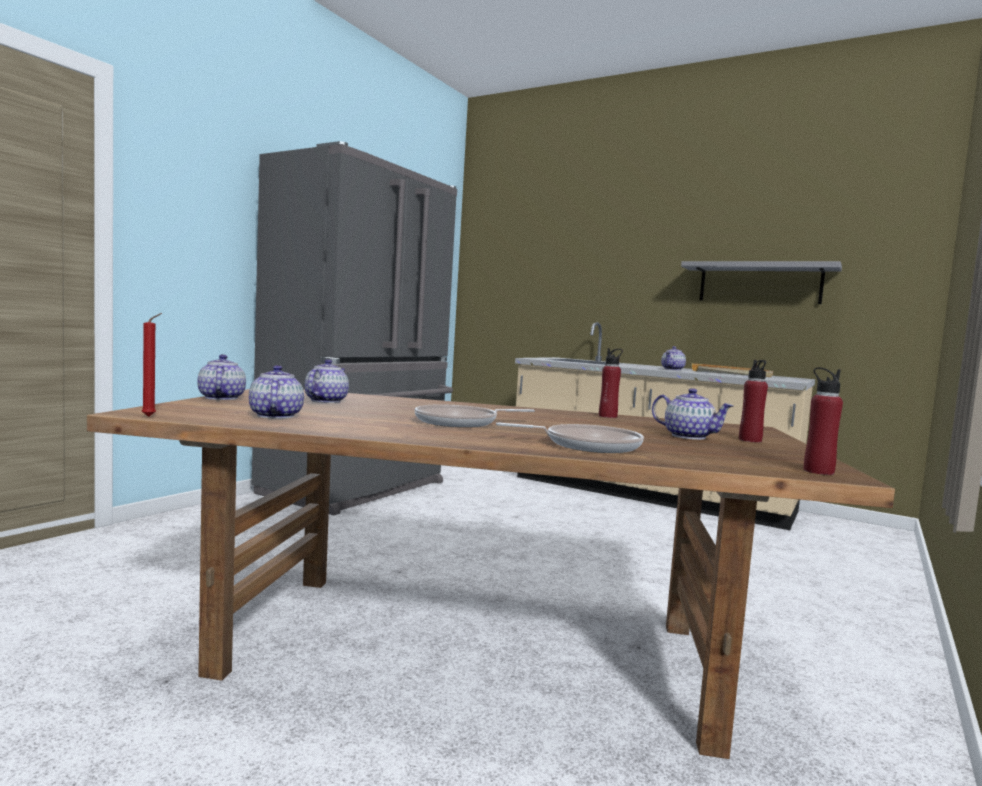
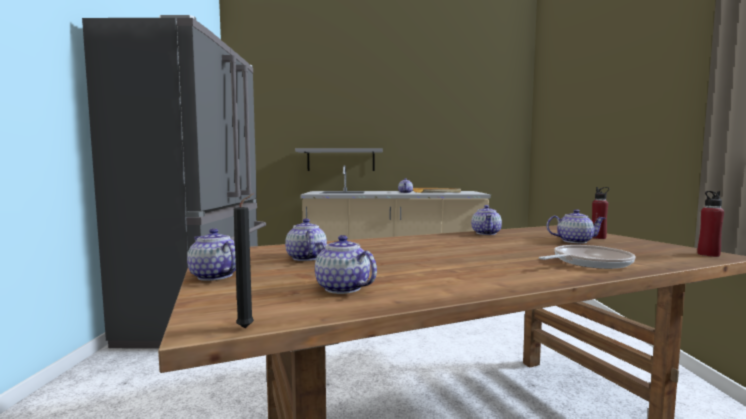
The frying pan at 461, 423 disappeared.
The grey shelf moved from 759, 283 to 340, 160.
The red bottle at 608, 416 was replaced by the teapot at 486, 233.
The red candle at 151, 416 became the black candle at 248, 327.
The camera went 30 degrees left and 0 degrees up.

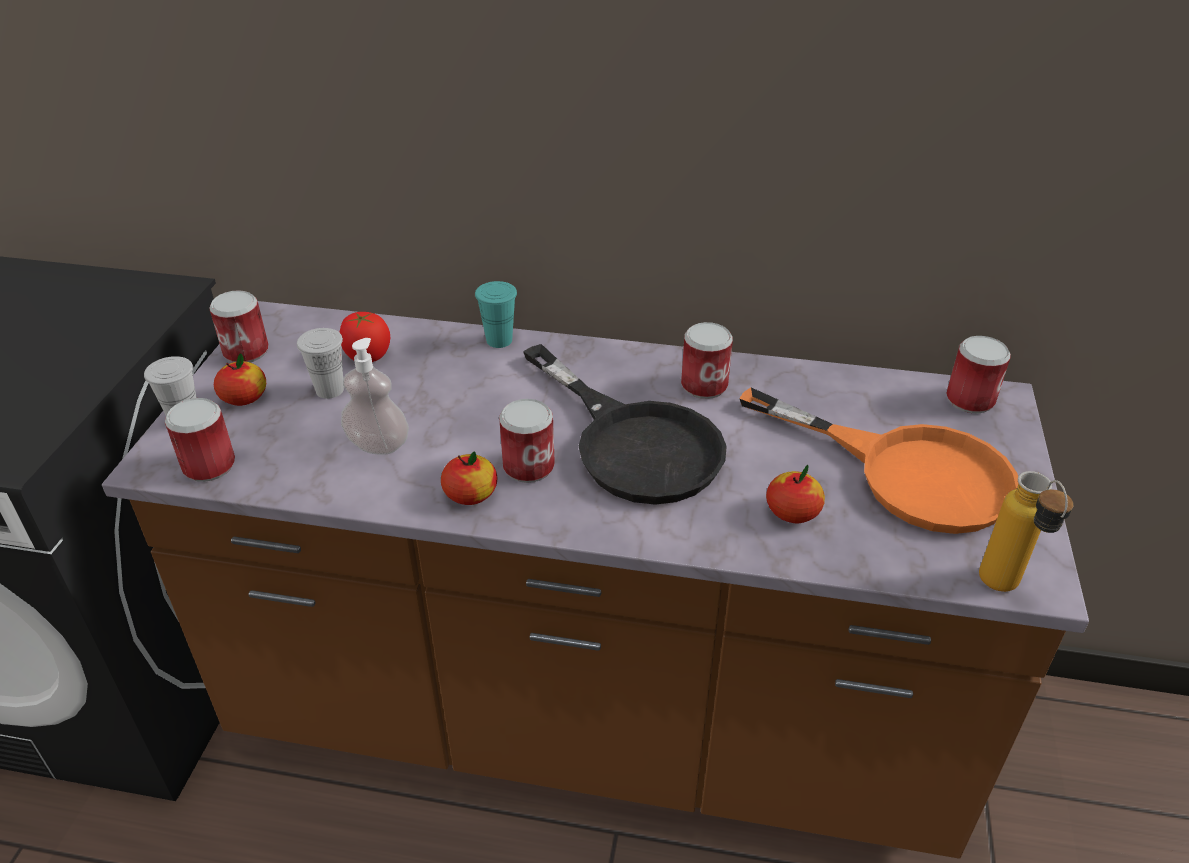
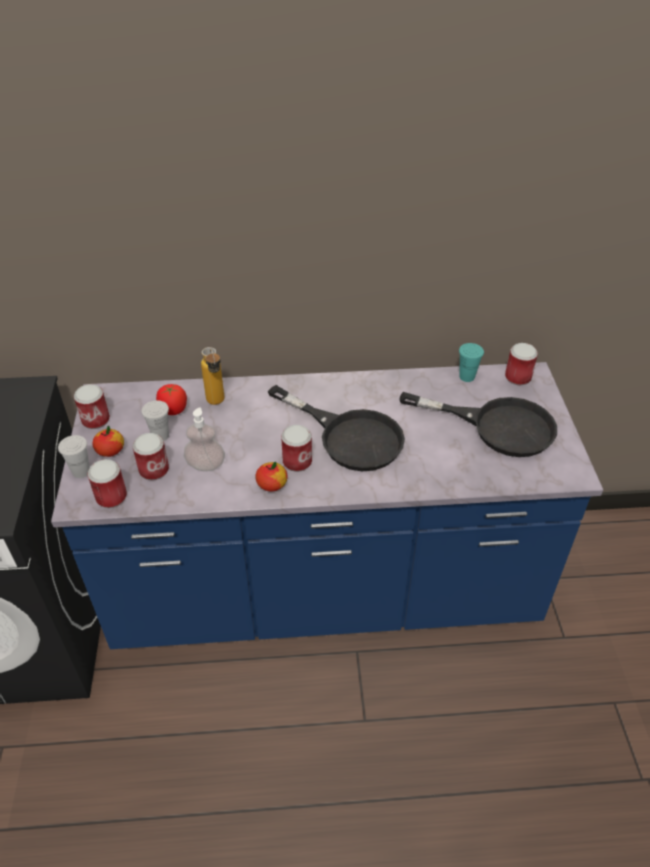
The apple at 792, 512 disappeared.
The turquoise cup moved from 499, 340 to 467, 377.
The can moved from 704, 385 to 154, 470.
The bottle moved from 1005, 591 to 217, 404.
The brown counter at 594, 719 became the blue counter at 325, 591.
The orange frying pan at 907, 472 became the black frying pan at 497, 426.
The camera went 15 degrees left and 5 degrees up.

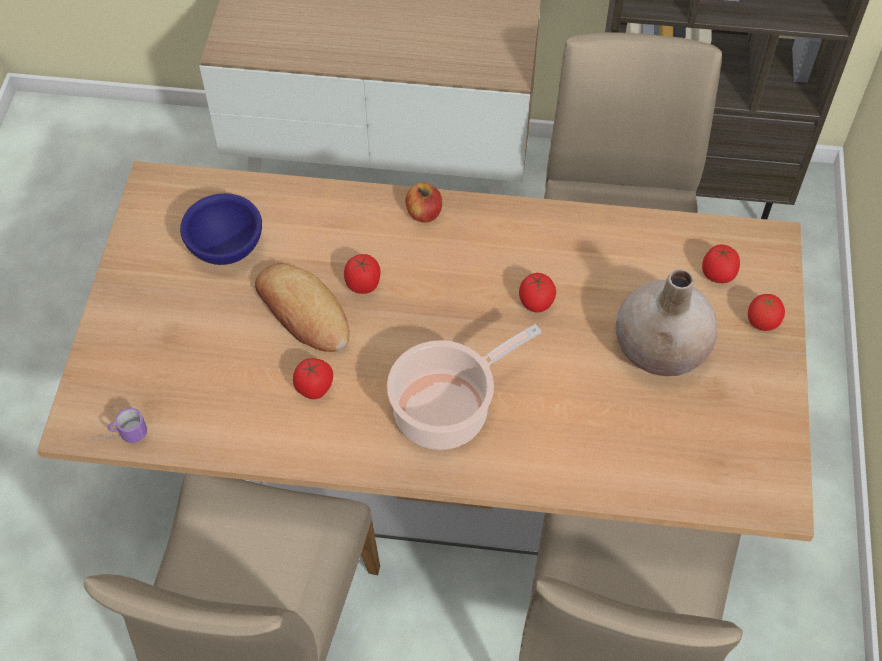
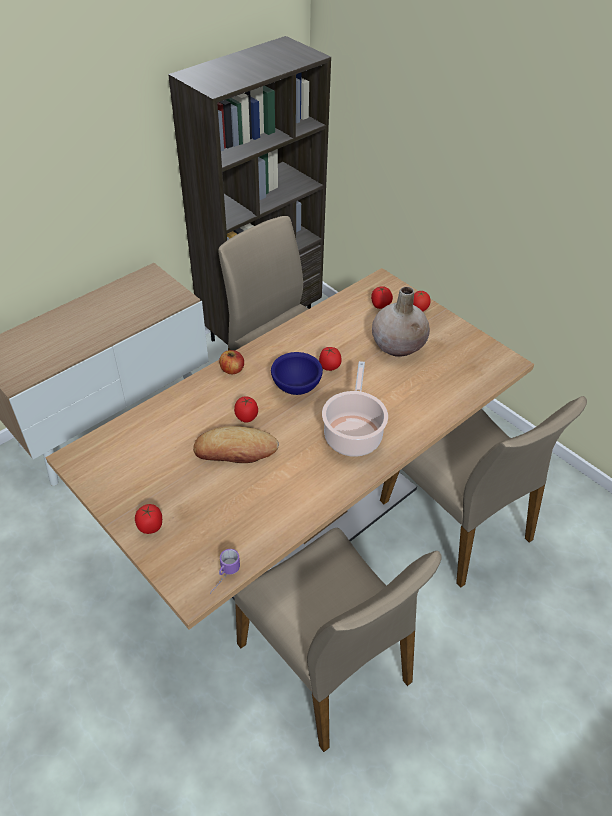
The blue bowl moved from 227, 247 to 296, 386.
The tomato moved from 315, 388 to 151, 526.
The camera went 50 degrees left and 10 degrees down.

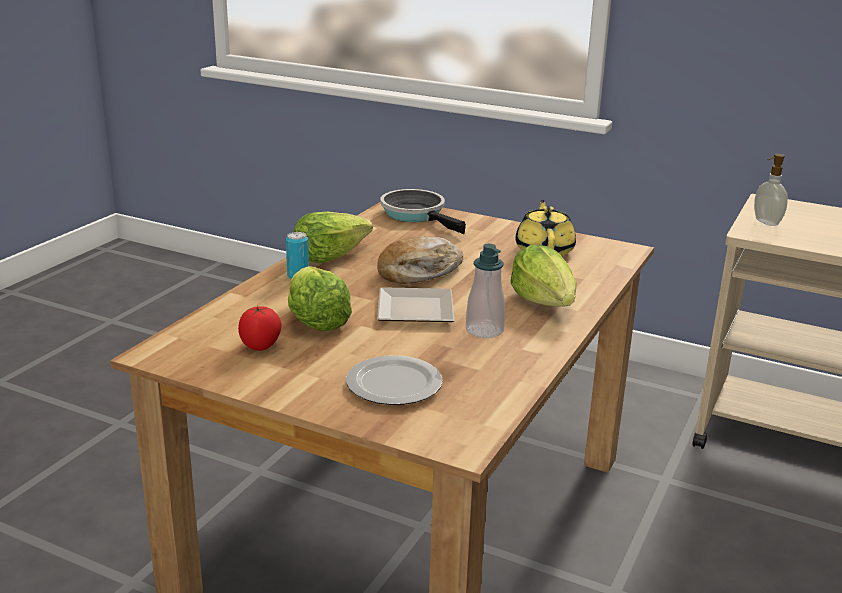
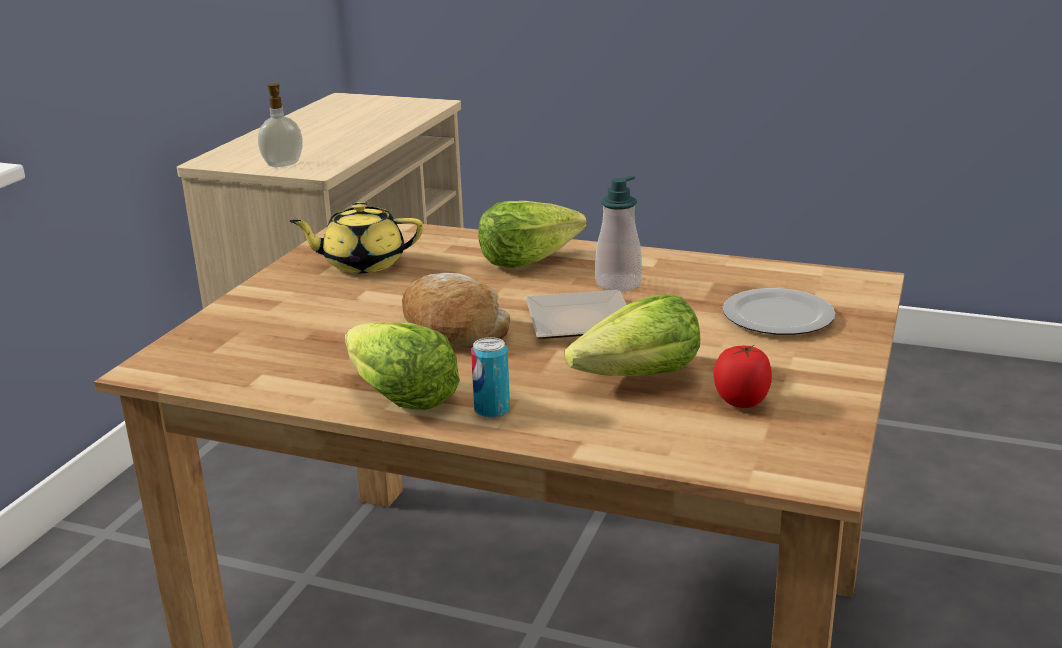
The frying pan at 417, 215 disappeared.
The camera went 95 degrees left and 0 degrees up.

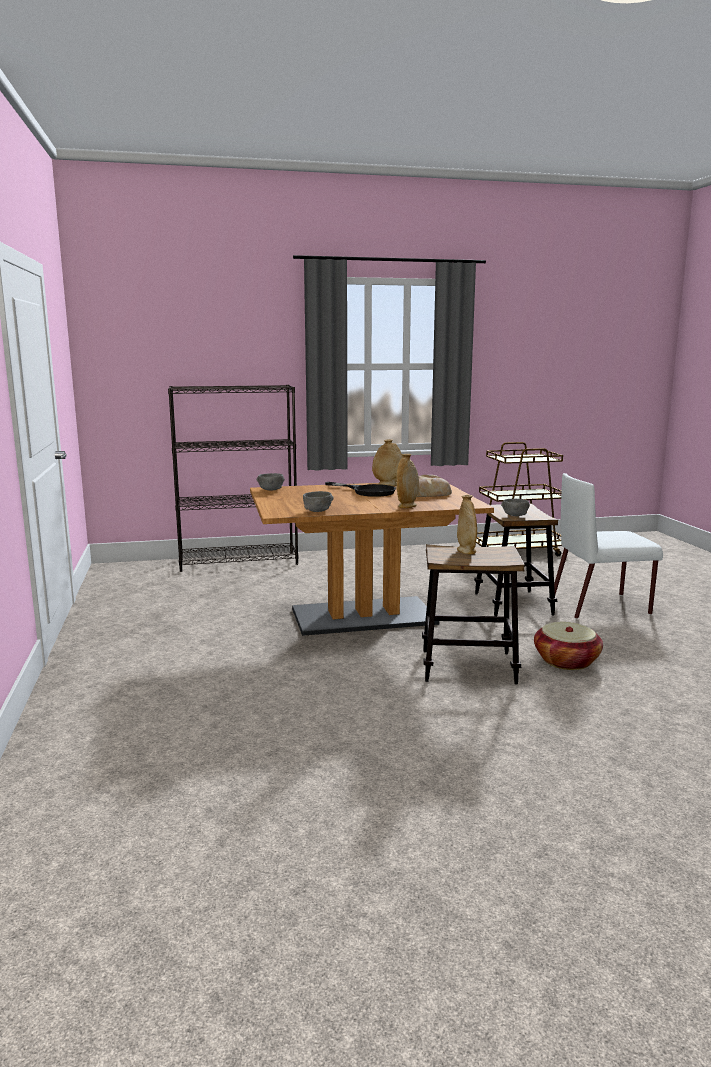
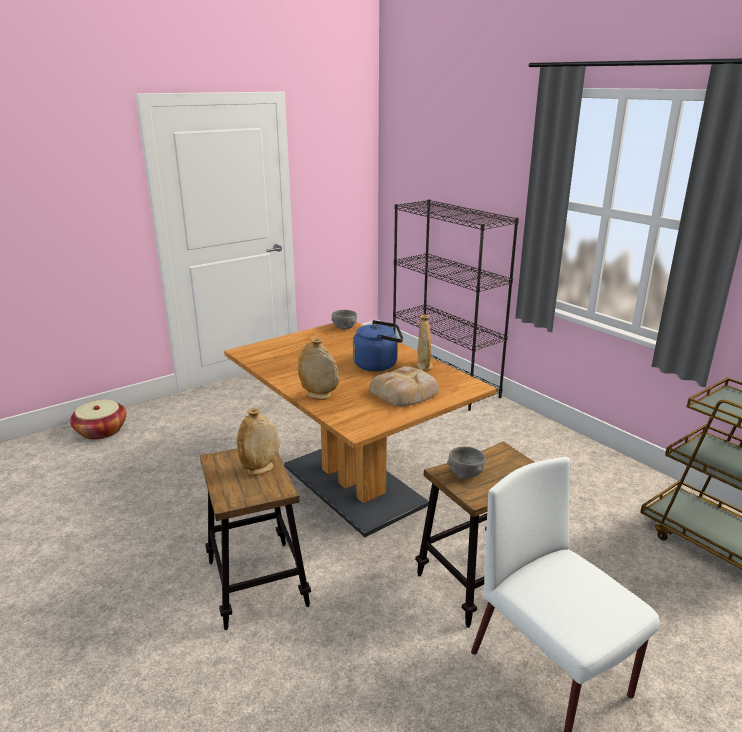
The grey bowl at 317, 511 disappeared.
The basket moved from 566, 661 to 101, 431.
The black frying pan at 367, 491 was replaced by the blue kettle at 378, 364.
The camera went 65 degrees right and 10 degrees up.

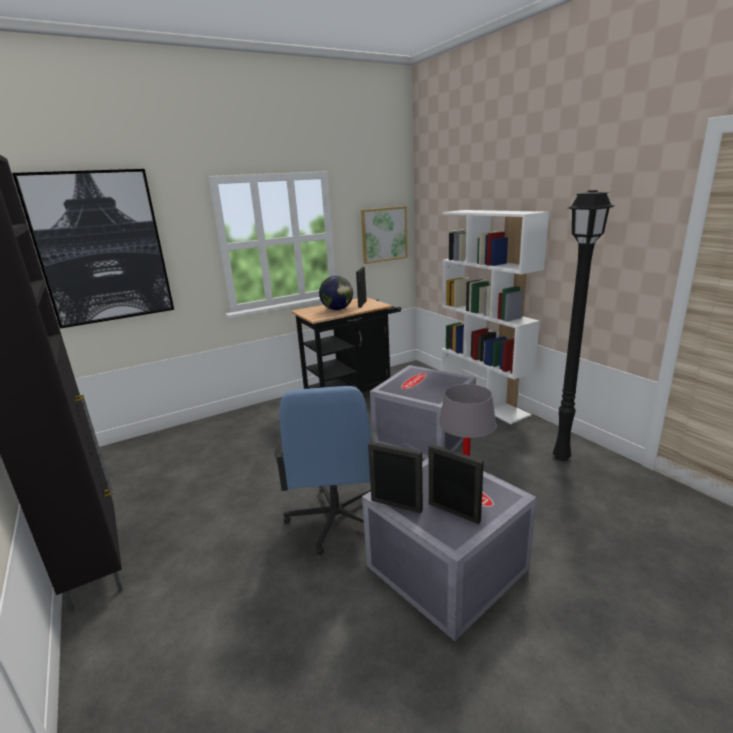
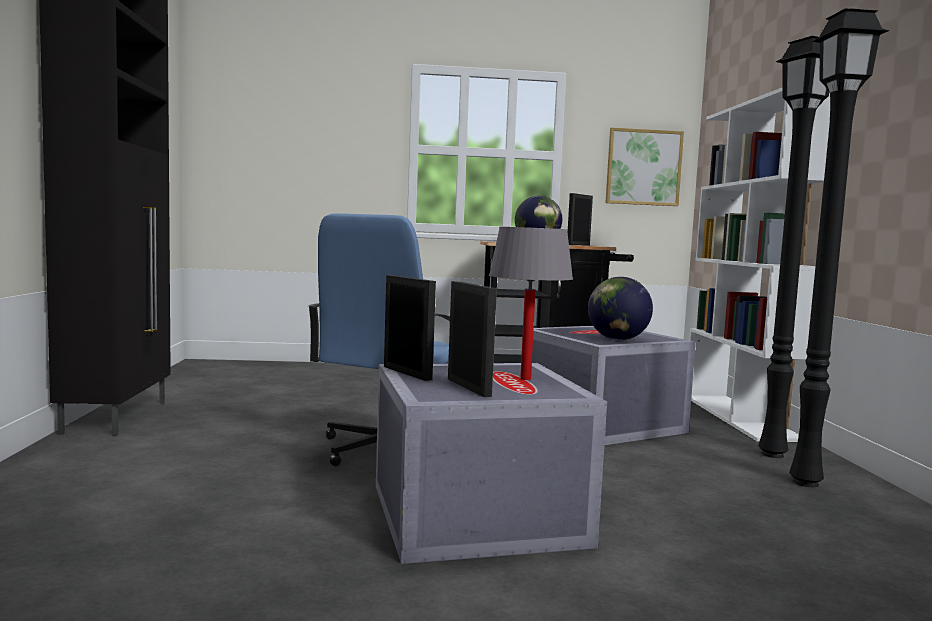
The picture at 101, 248 disappeared.
The globe at 618, 339 appeared.
The black floor lamp at 775, 455 appeared.
The camera went 25 degrees right and 15 degrees down.

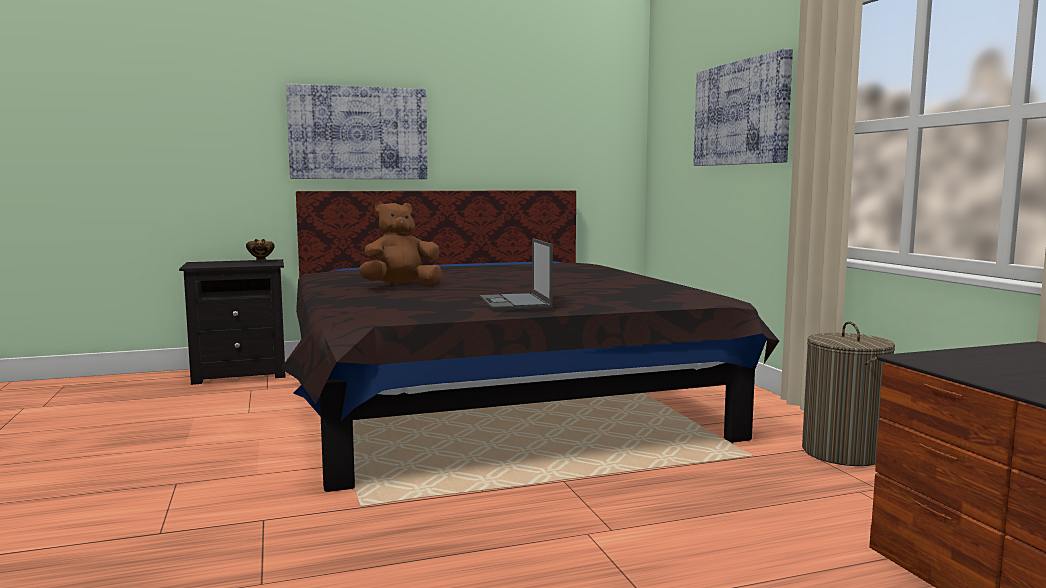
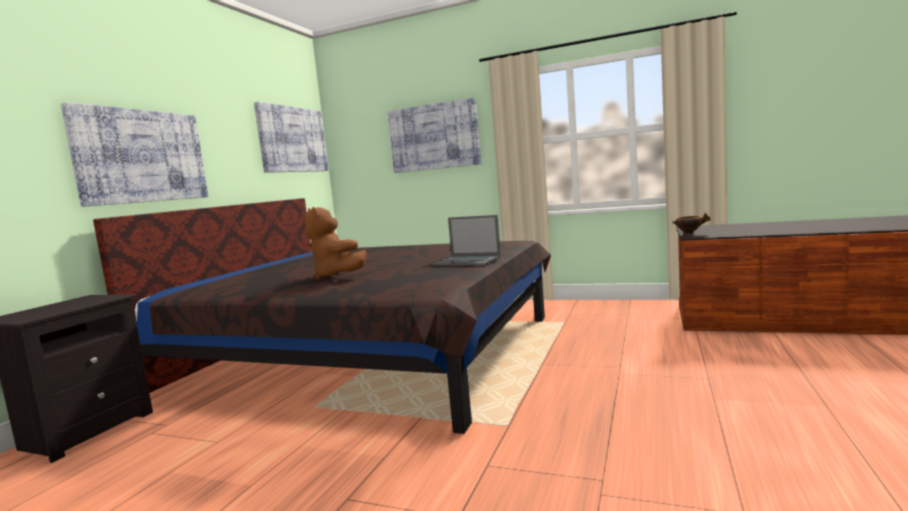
The laundry basket at 843, 452 disappeared.
The picture at 292, 140 appeared.
The bowl moved from 261, 261 to 690, 234.
The brown plush toy at 401, 286 turned 45 degrees counterclockwise.
The camera went 50 degrees left and 0 degrees up.

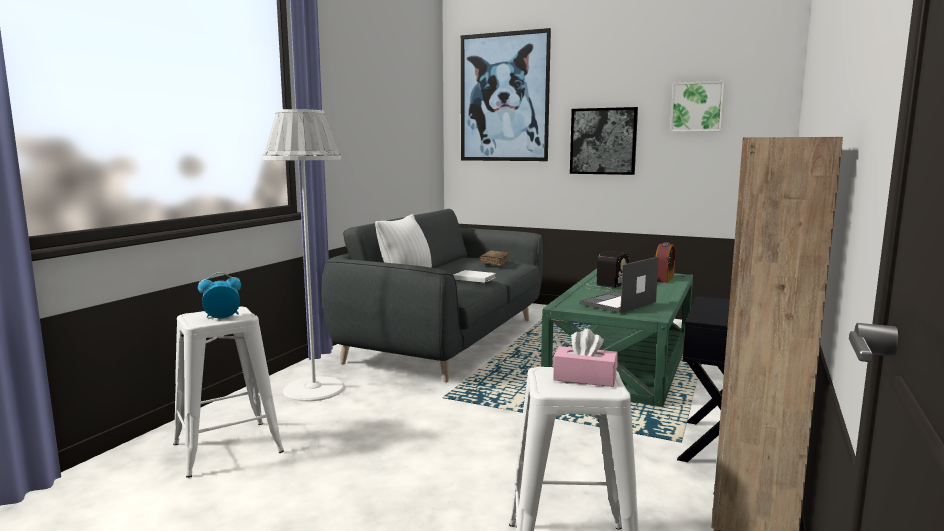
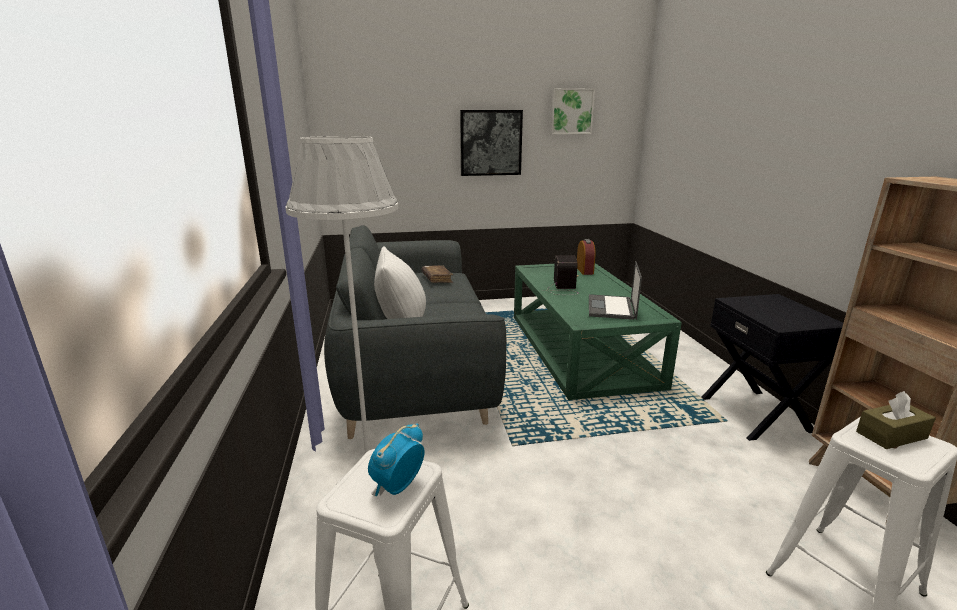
The white book at 473, 278 disappeared.
The picture at 504, 97 disappeared.
The pink tissue box at 584, 378 became the brown tissue box at 891, 435.
The camera went 35 degrees left and 10 degrees up.

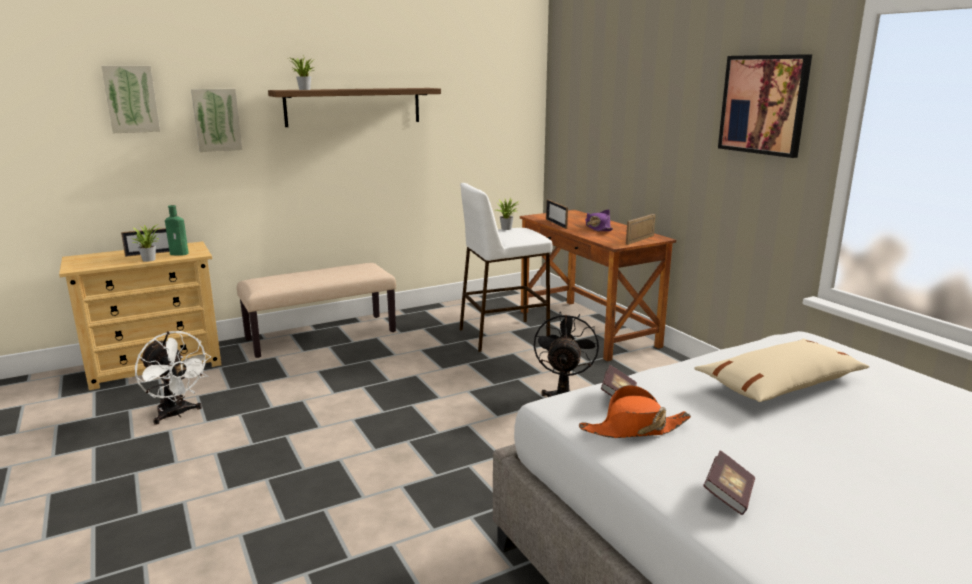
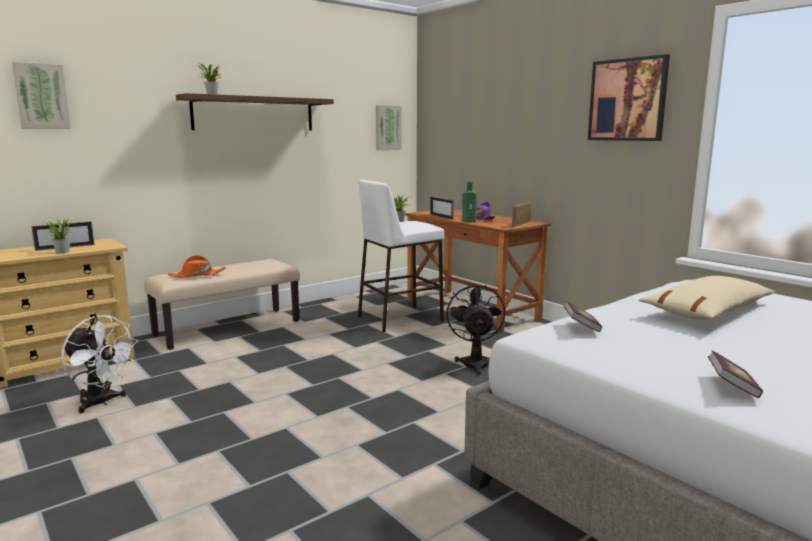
The green bottle moved from 180, 254 to 470, 221.
The picture moved from 216, 120 to 387, 128.
The orange hat moved from 634, 429 to 197, 275.
The camera went 10 degrees left and 5 degrees down.

